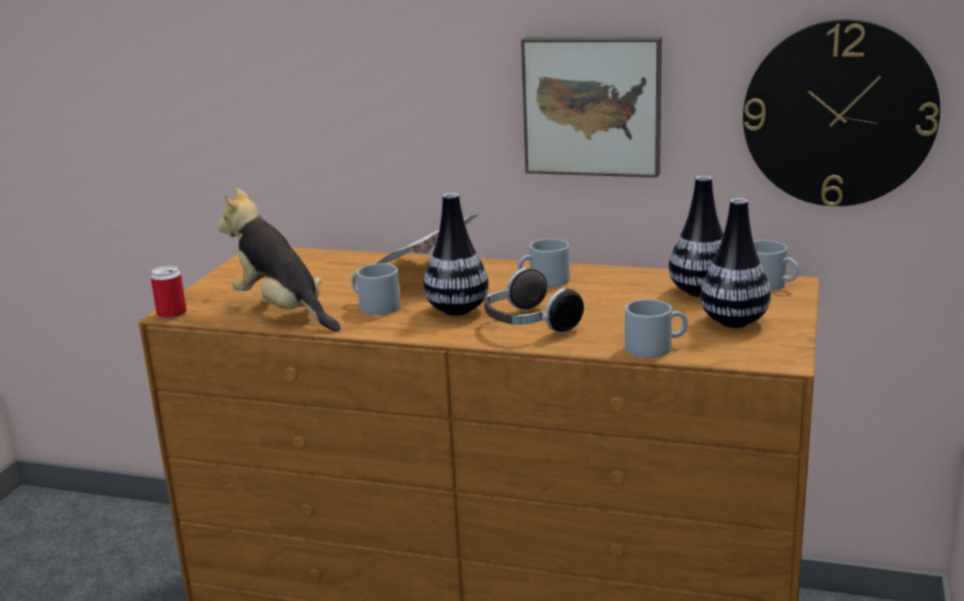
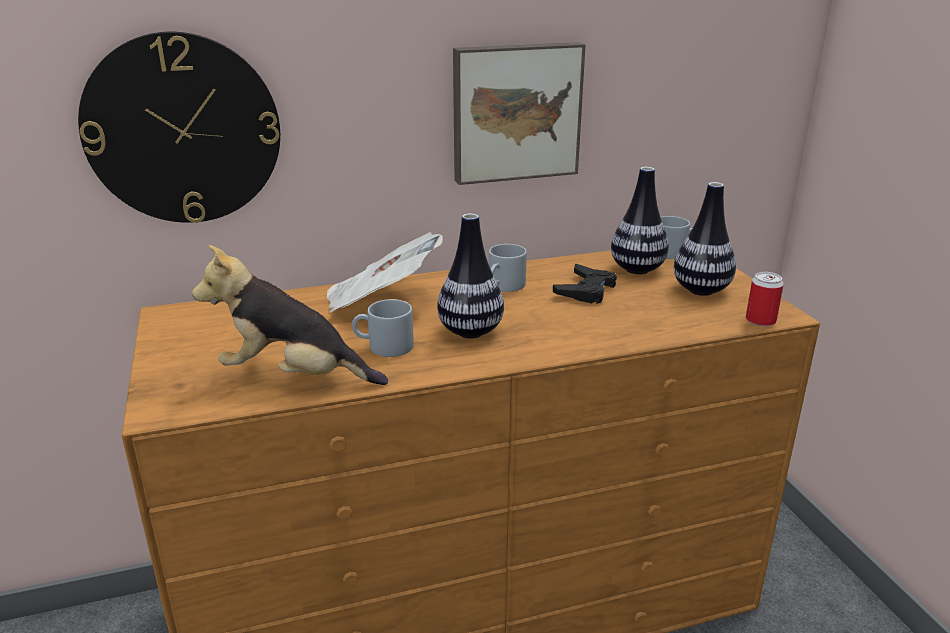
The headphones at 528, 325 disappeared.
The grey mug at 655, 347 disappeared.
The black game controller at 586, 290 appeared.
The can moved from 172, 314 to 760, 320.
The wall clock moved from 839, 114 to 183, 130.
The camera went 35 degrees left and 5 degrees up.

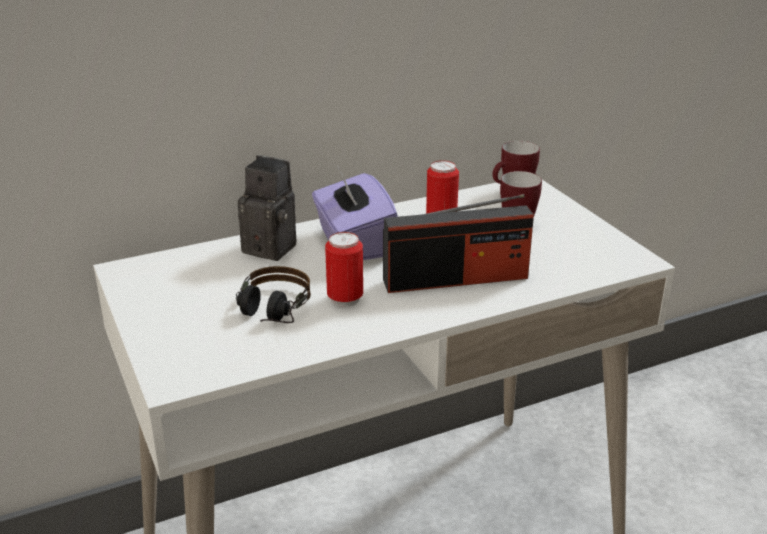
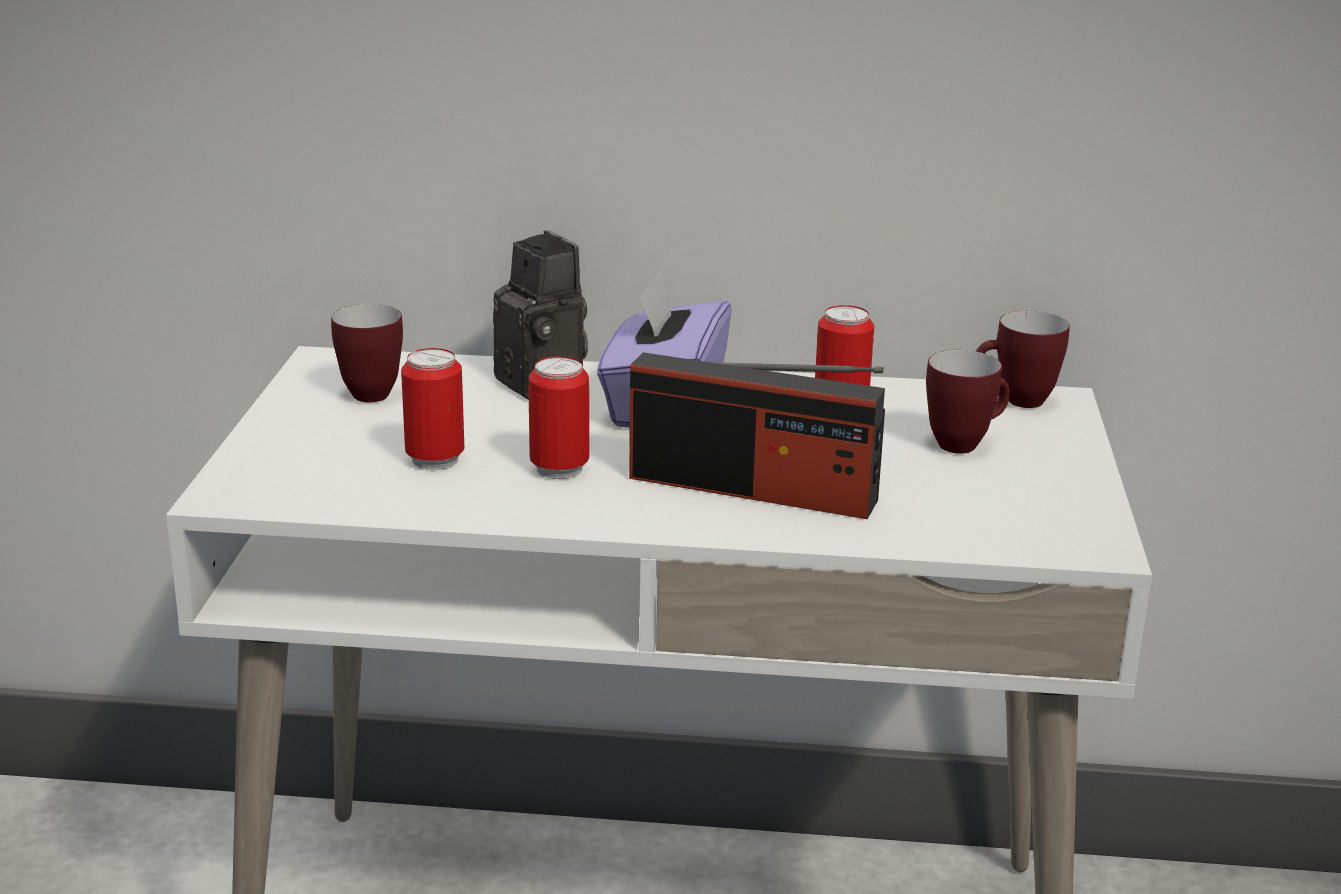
The mug at 373, 392 appeared.
The headphones at 270, 316 was replaced by the can at 435, 460.
The camera went 30 degrees right and 5 degrees down.

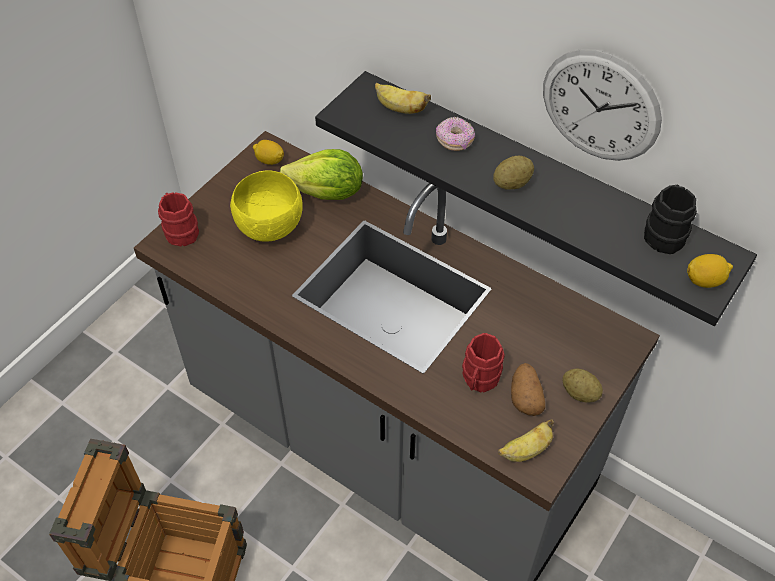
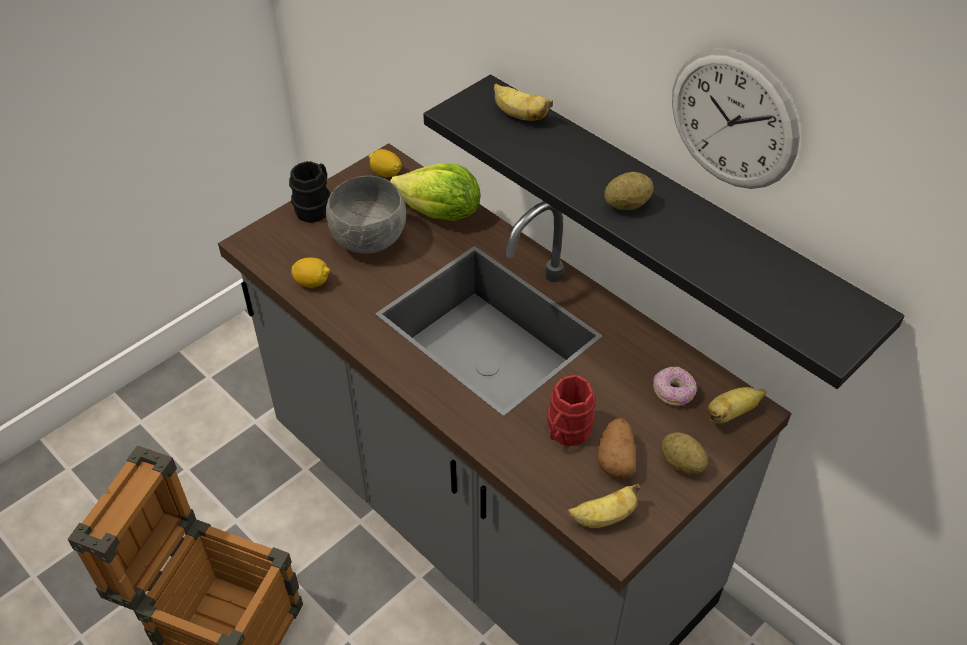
The red mug at 180, 230 disappeared.
The banana at 731, 413 appeared.
The donut moved from 455, 141 to 673, 392.
The black mug moved from 664, 232 to 315, 206.
The lemon moved from 704, 280 to 312, 282.
The yellow bowl at 271, 227 became the grey bowl at 370, 241.
The camera went 10 degrees right and 5 degrees down.

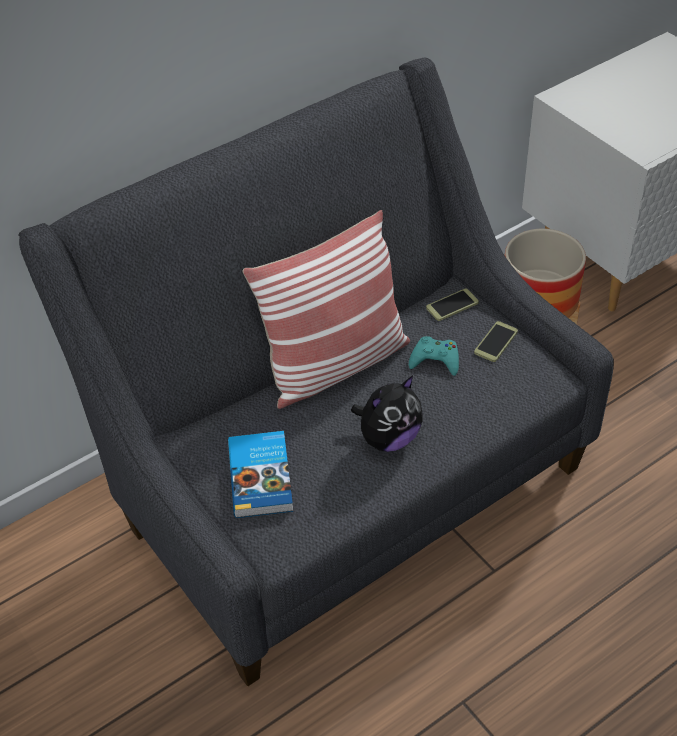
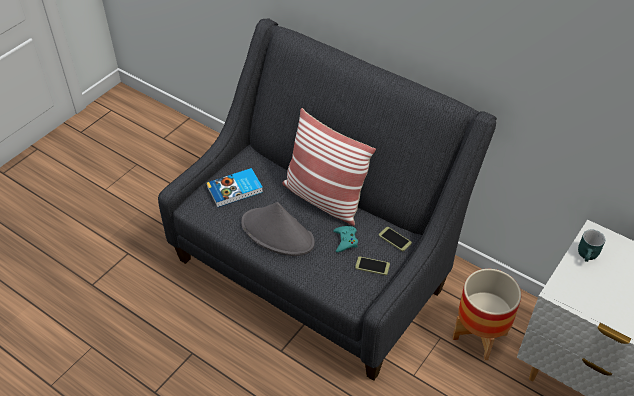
The turquoise mug at 588, 256 appeared.
The plush toy at 388, 438 was replaced by the grey hat at 278, 233.
The camera went 70 degrees right and 0 degrees up.

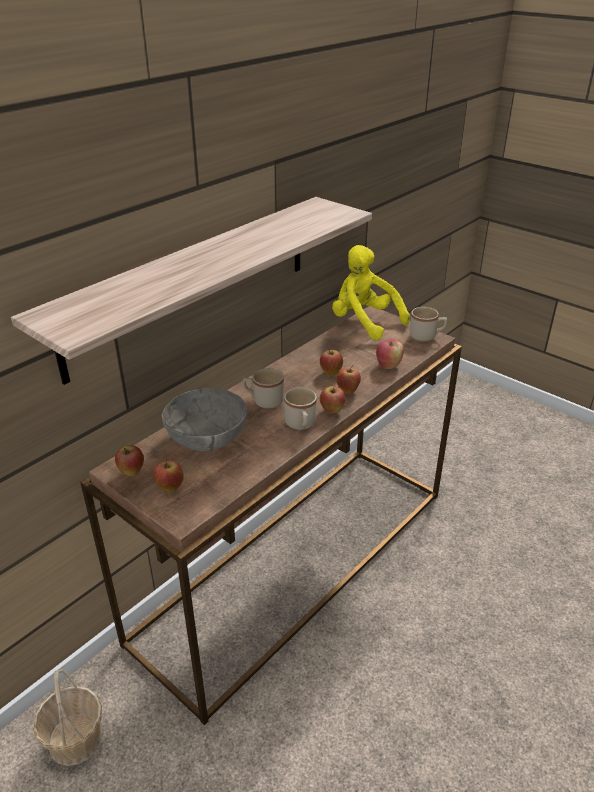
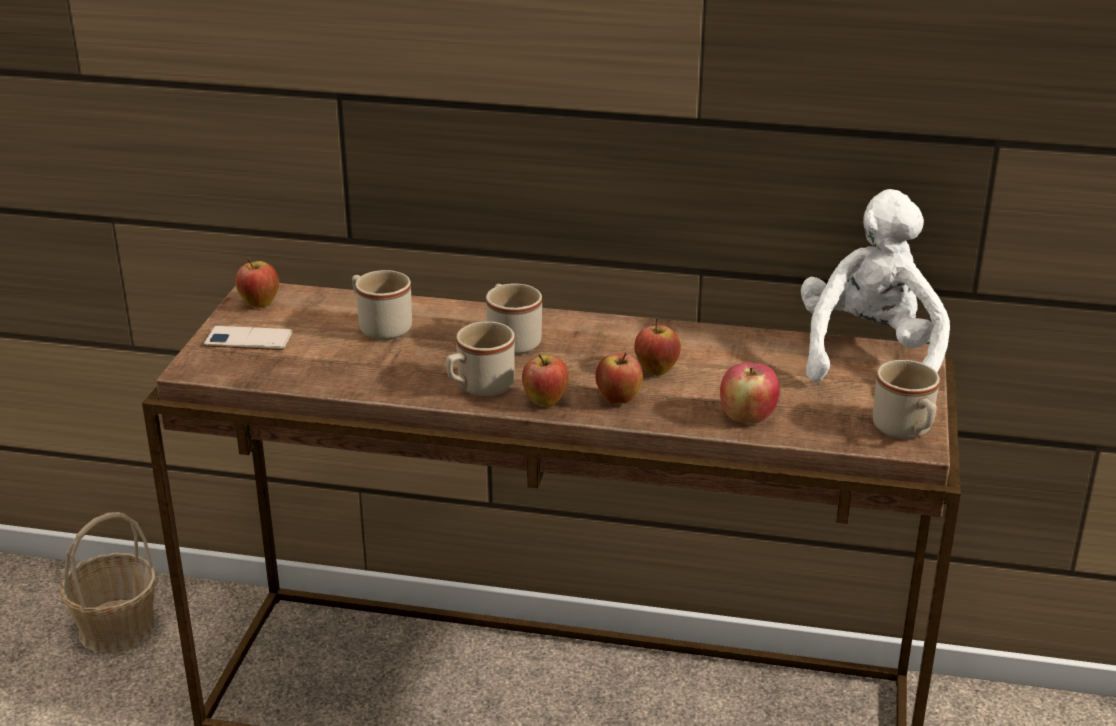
The shelf at 193, 283 disappeared.
The apple at 170, 488 was replaced by the phone at 248, 339.
The grey bowl at 206, 436 was replaced by the beige mug at 380, 326.
The yellow plush toy at 364, 322 became the white plush toy at 869, 355.
The camera went 60 degrees right and 5 degrees down.

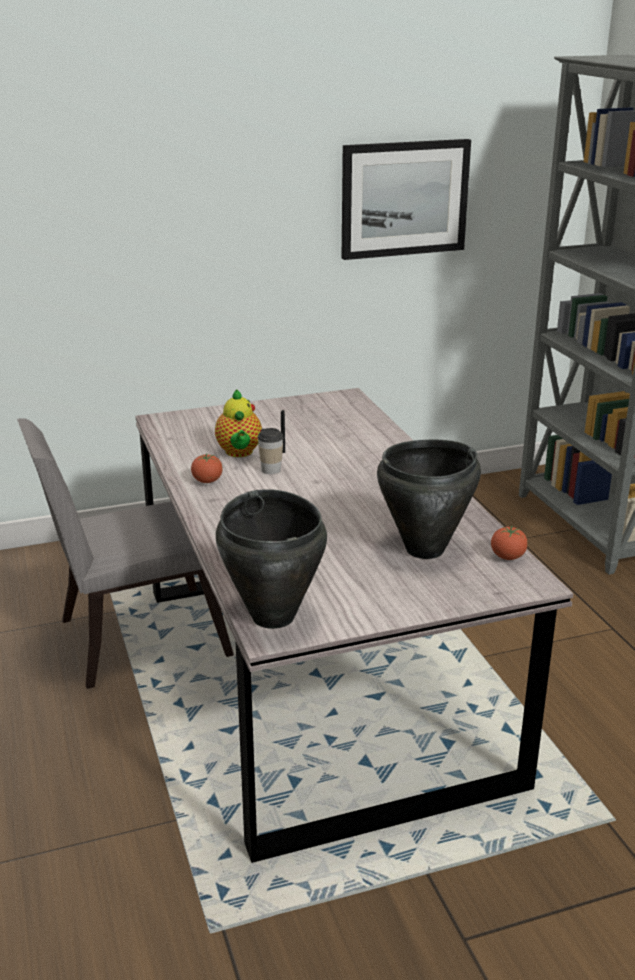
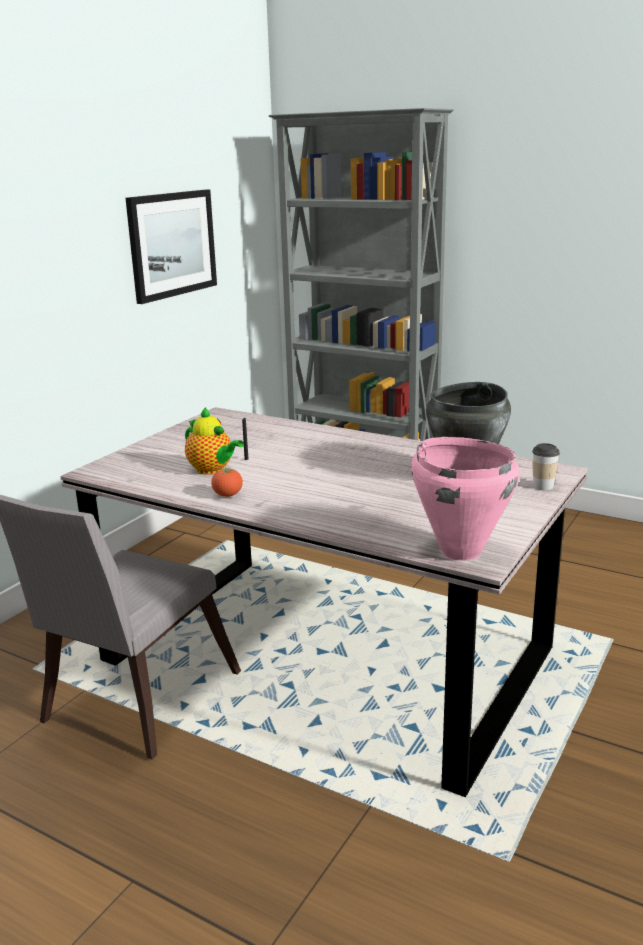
The tomato at 507, 557 disappeared.
The cup moved from 271, 470 to 543, 486.
The black cooking pot at 273, 616 became the pink cooking pot at 460, 551.
The camera went 40 degrees left and 5 degrees down.

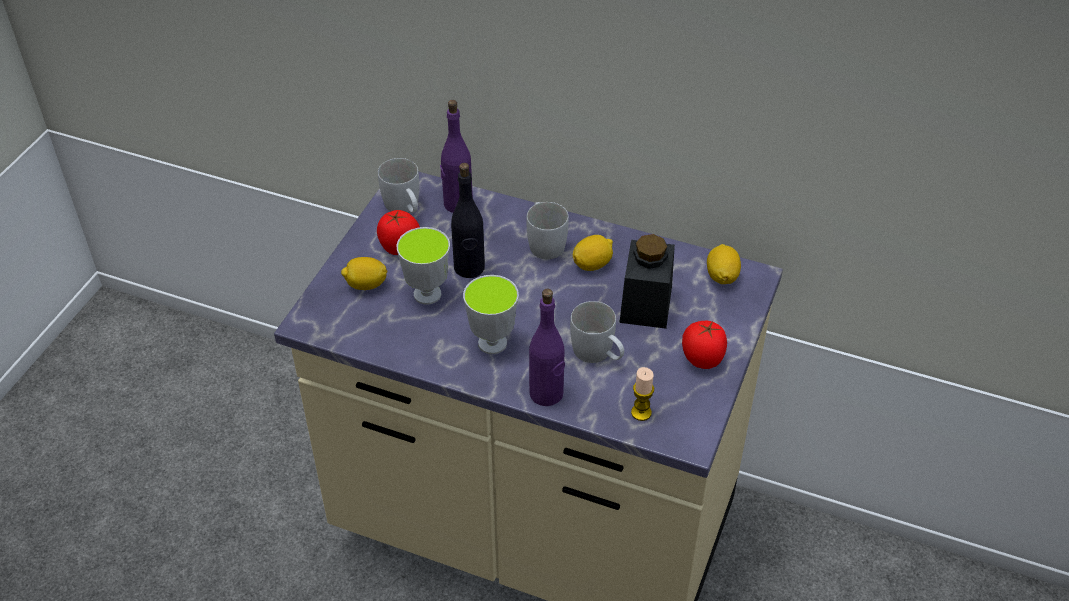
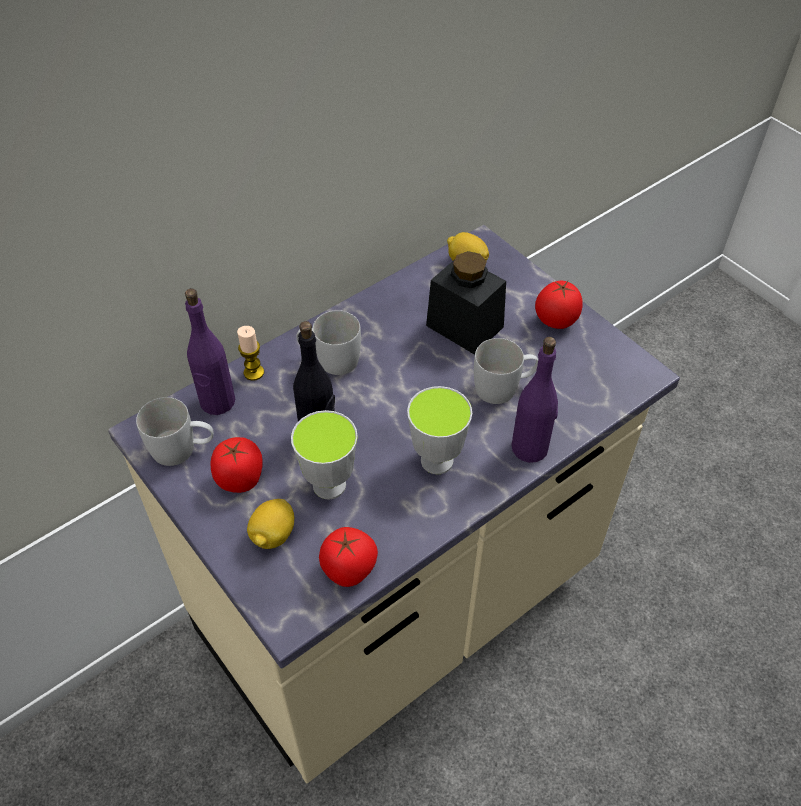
The lemon at 592, 264 disappeared.
The tomato at 349, 570 appeared.
The candle moved from 641, 412 to 254, 372.
The camera went 60 degrees left and 5 degrees up.

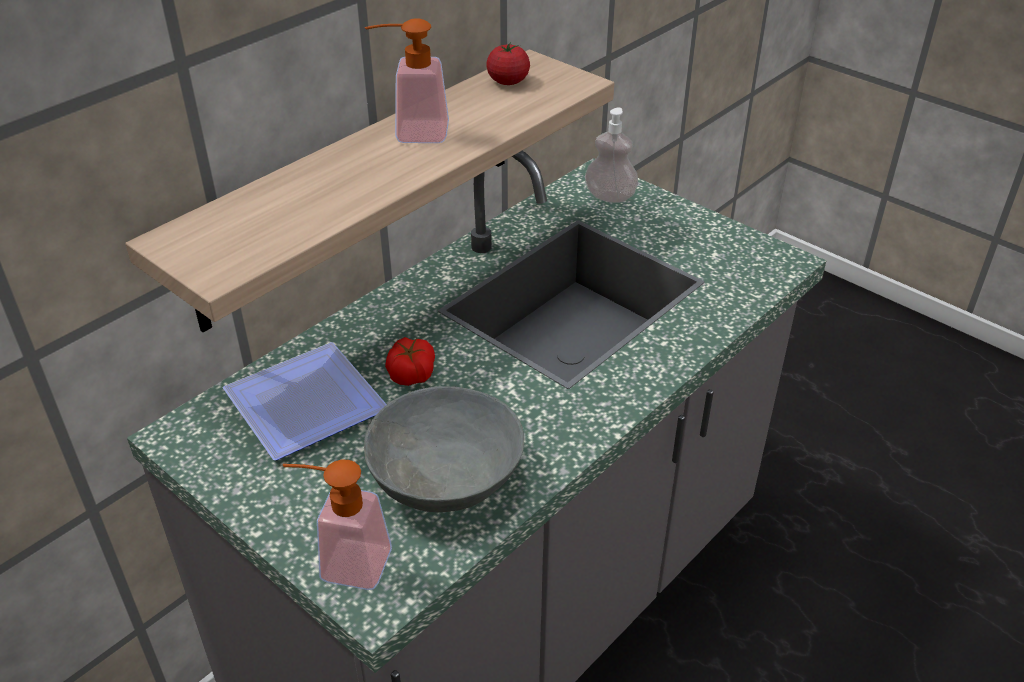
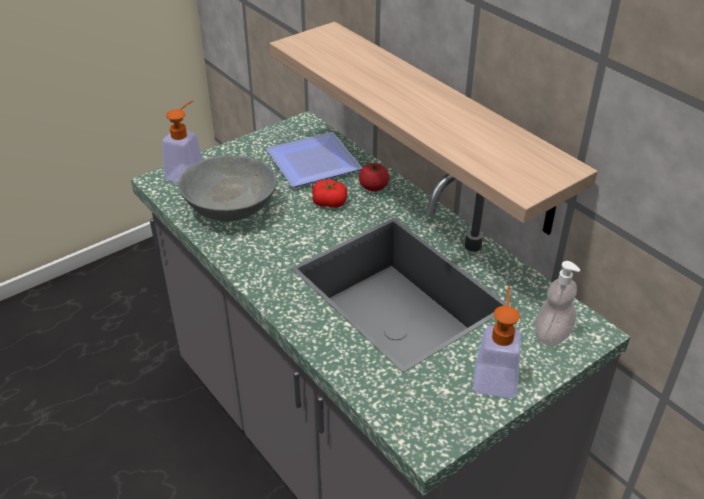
The soap dispenser moved from 411, 133 to 495, 374.
The tomato moved from 508, 81 to 373, 187.
The camera went 100 degrees right and 0 degrees up.

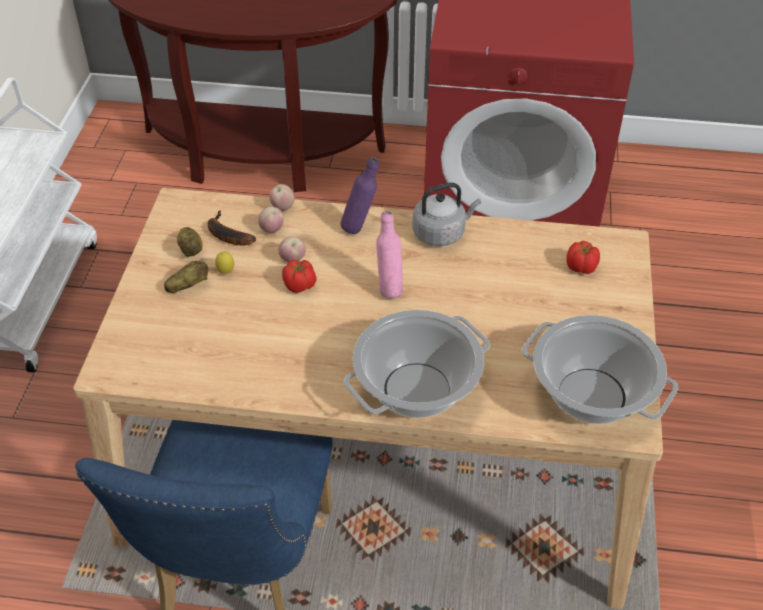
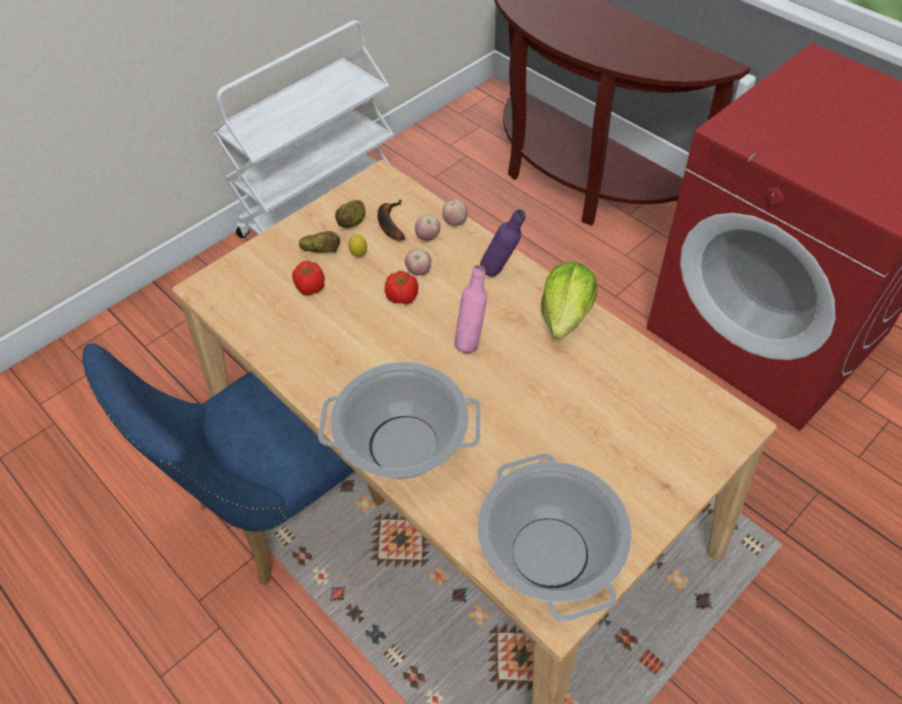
The tomato moved from 581, 267 to 310, 287.
The grey kettle at 441, 233 was replaced by the lettuce at 566, 315.
The camera went 40 degrees right and 5 degrees up.

